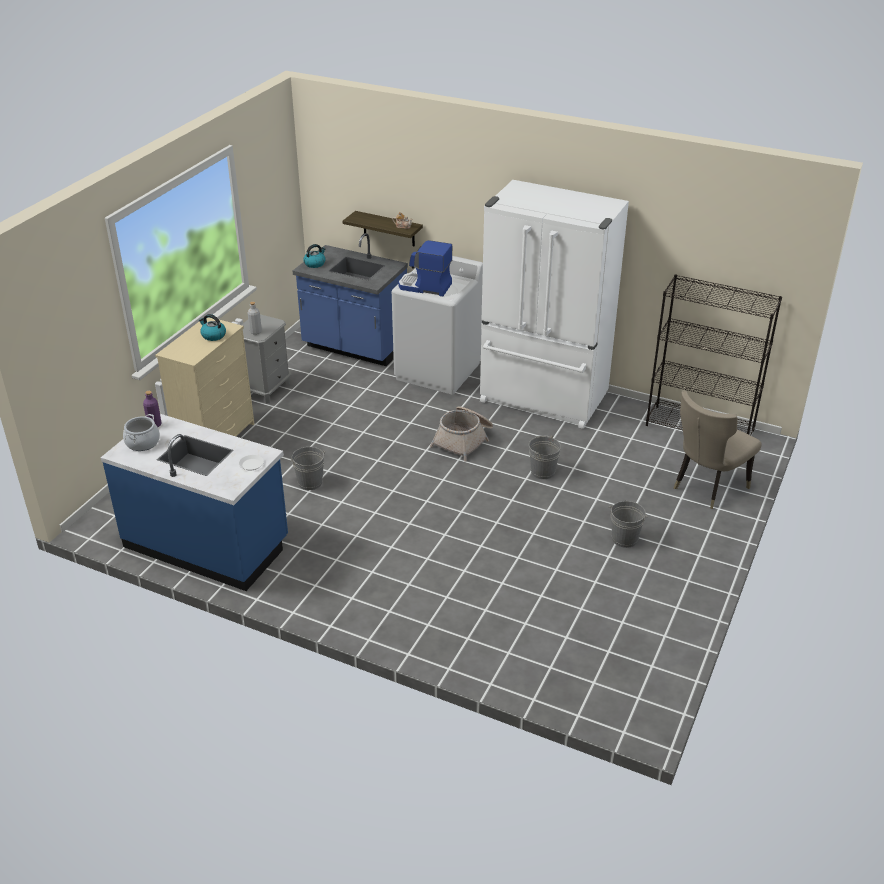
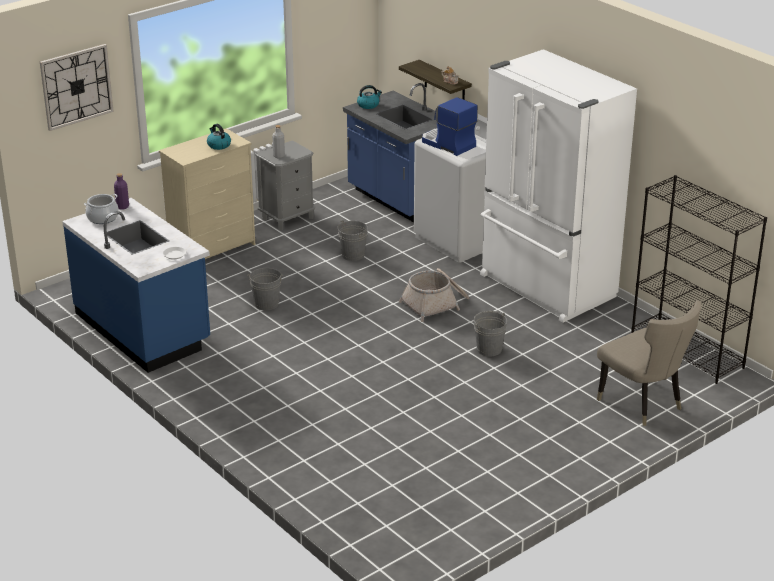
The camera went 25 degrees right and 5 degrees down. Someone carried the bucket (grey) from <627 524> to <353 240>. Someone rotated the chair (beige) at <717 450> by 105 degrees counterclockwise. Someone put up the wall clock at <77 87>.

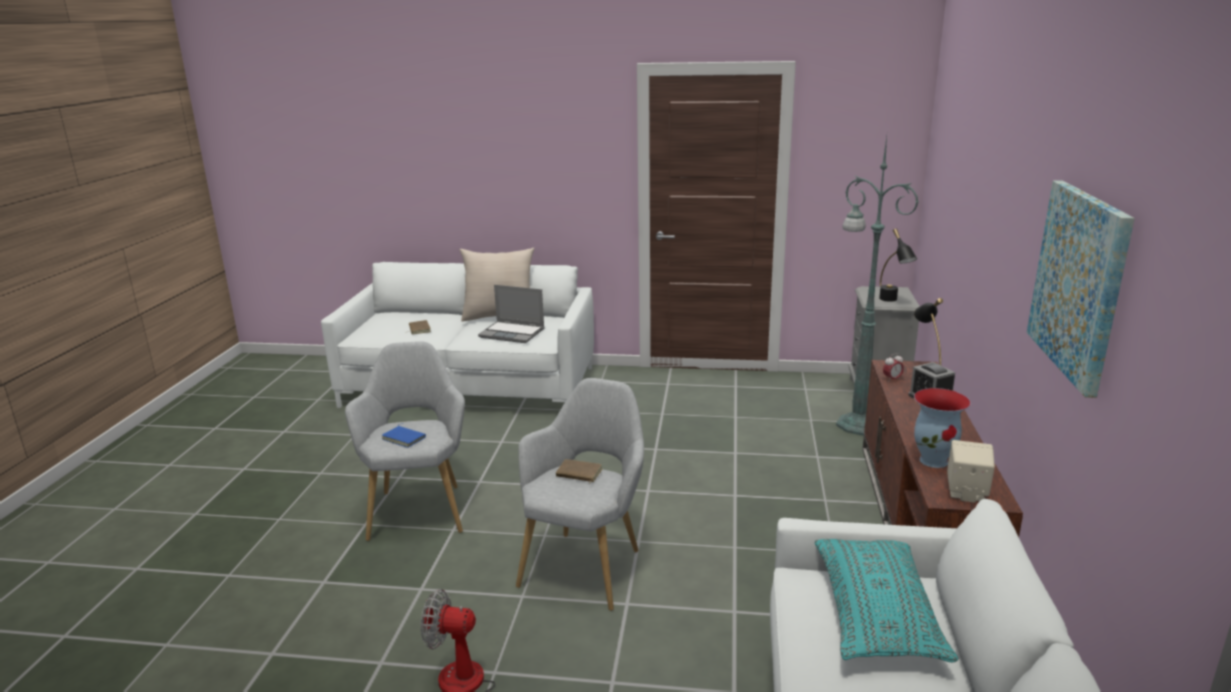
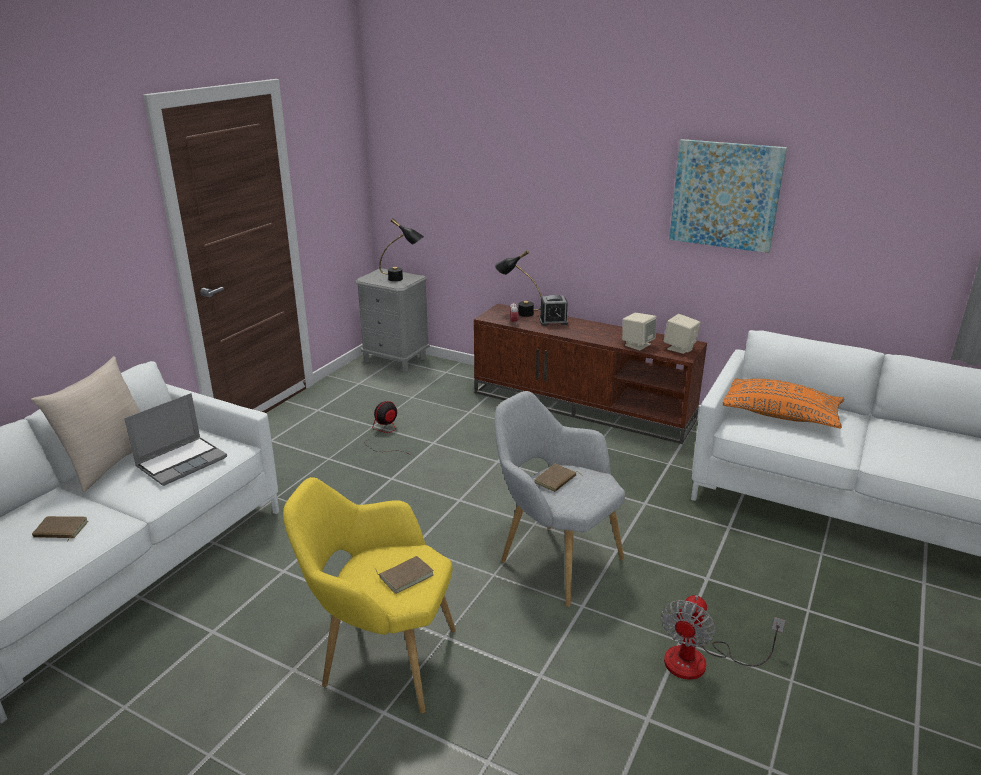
The camera went 70 degrees left and 5 degrees up. Someone repainted the armchair (grey) at <405 441>, which became the armchair (yellow) at <369 595>. Someone repainted the book (blue) at <404 435>, which became the book (brown) at <404 575>. Someone repainted the pillow (turquoise) at <886 600>, which became the pillow (orange) at <783 403>. Someone took away the floor lamp (green) at <877 286>. Someone swapped the vase at <942 428> for the speaker (beige) at <639 332>. Someone put down the fan at <384 426>.

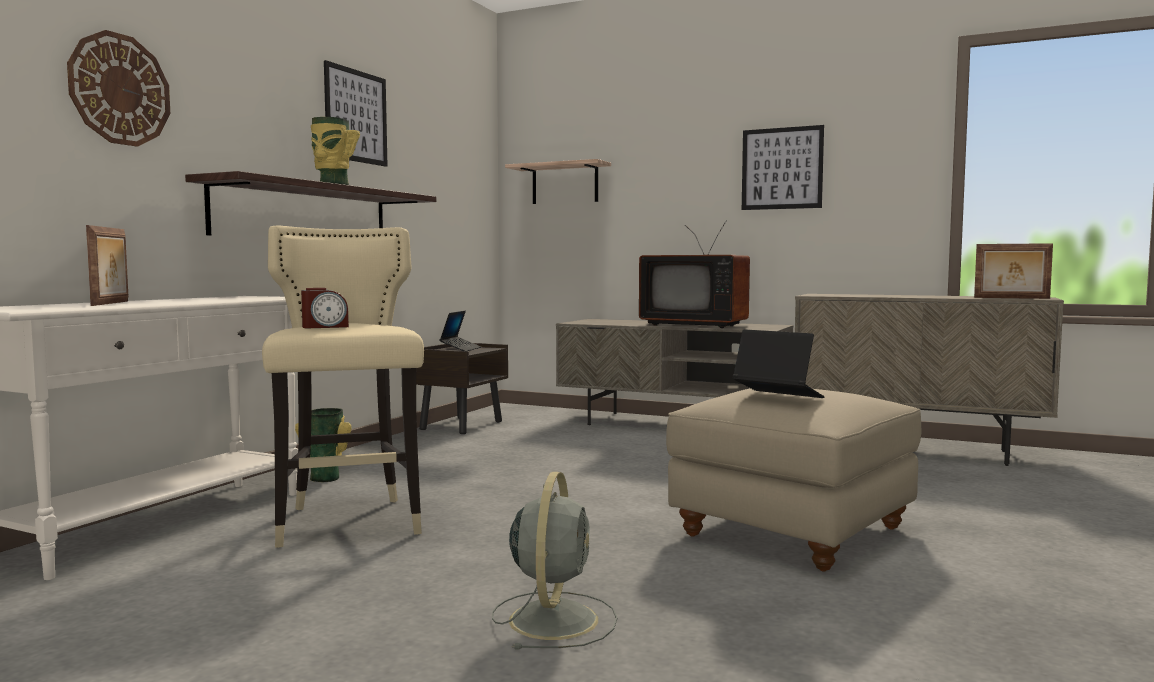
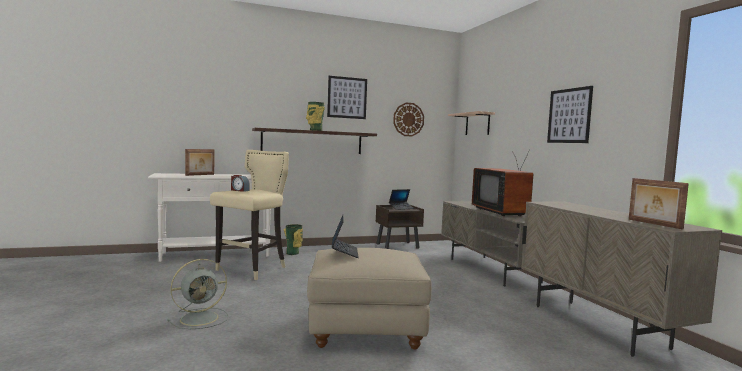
The camera went 45 degrees right and 0 degrees up. Someone carried the wall clock from <118 88> to <408 119>.

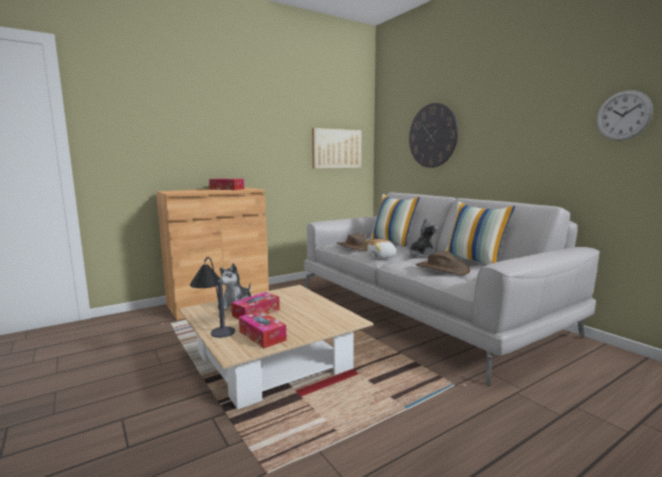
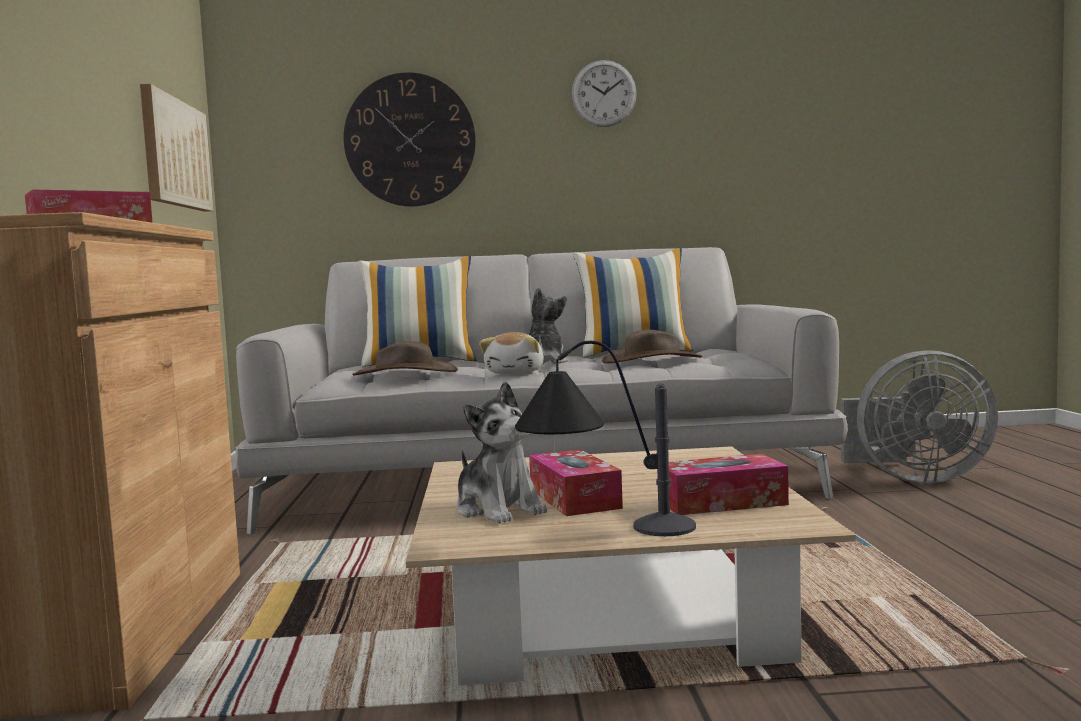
The camera went 60 degrees left and 5 degrees down. Someone carried the wall clock from <625 115> to <604 93>. Someone put down the fan (grey) at <919 416>.

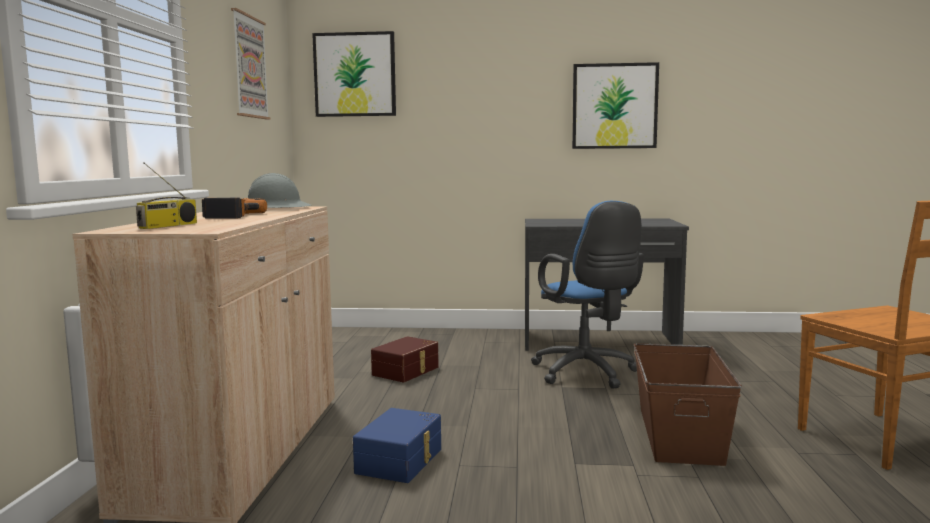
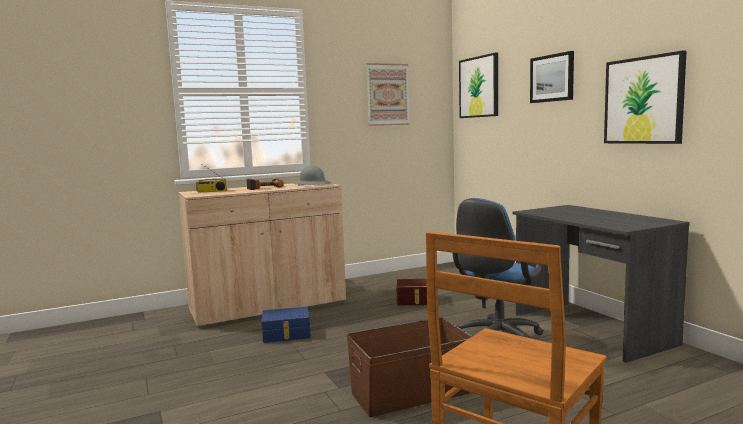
The camera went 60 degrees right and 0 degrees up. Someone put up the picture at <552 77>.

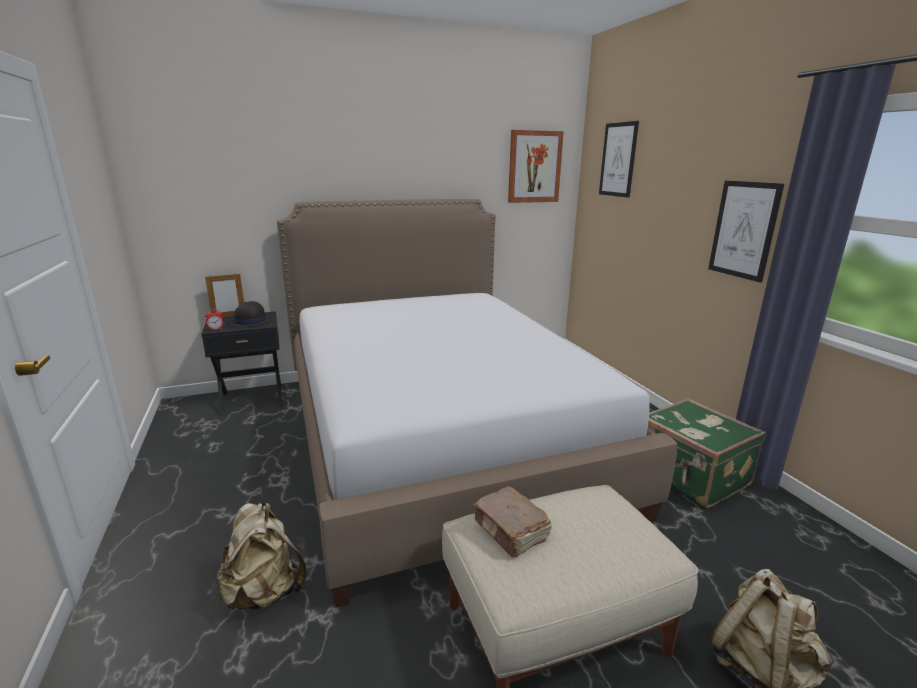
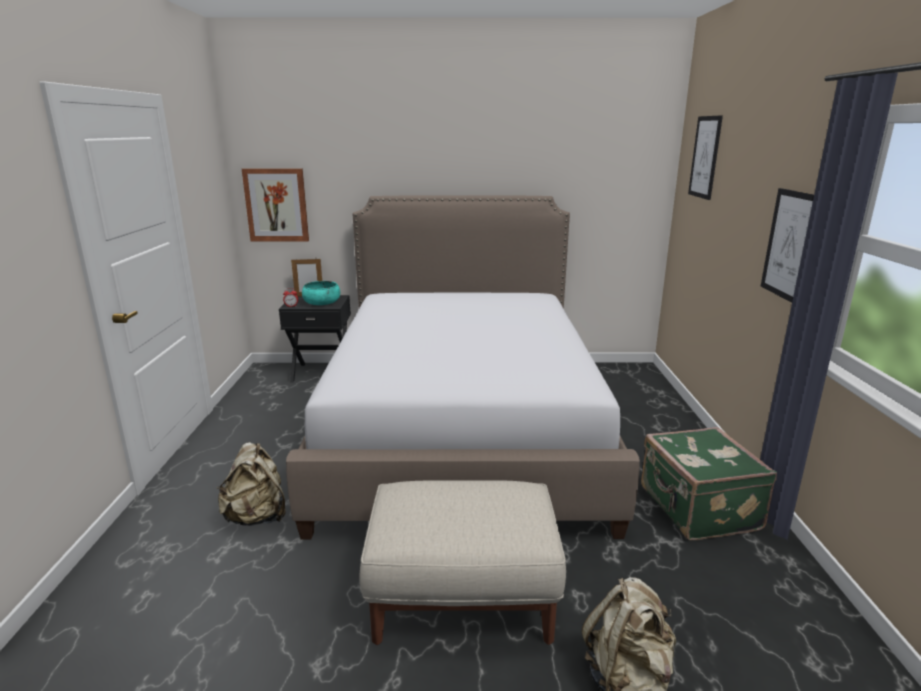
The camera went 20 degrees right and 0 degrees up. Someone swapped the hat (black) at <249 314> for the bowl (turquoise) at <321 293>. Someone took away the book (brown) at <512 521>. Someone carried the picture from <536 166> to <275 205>.

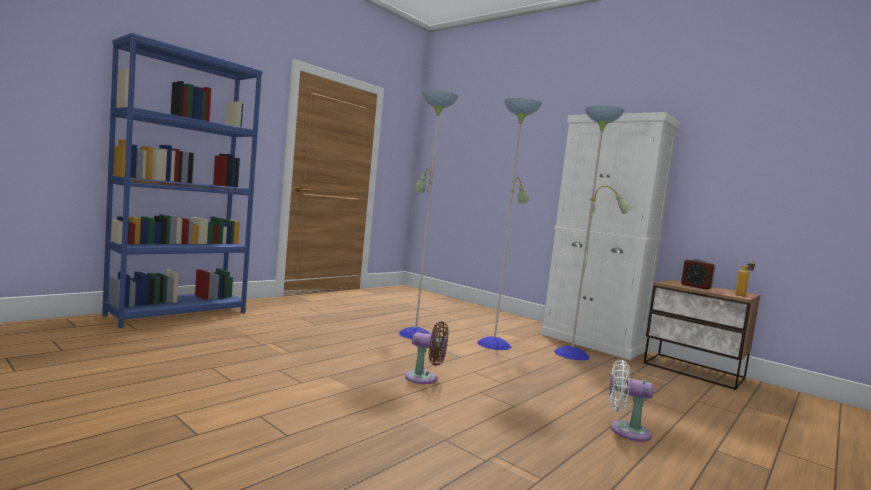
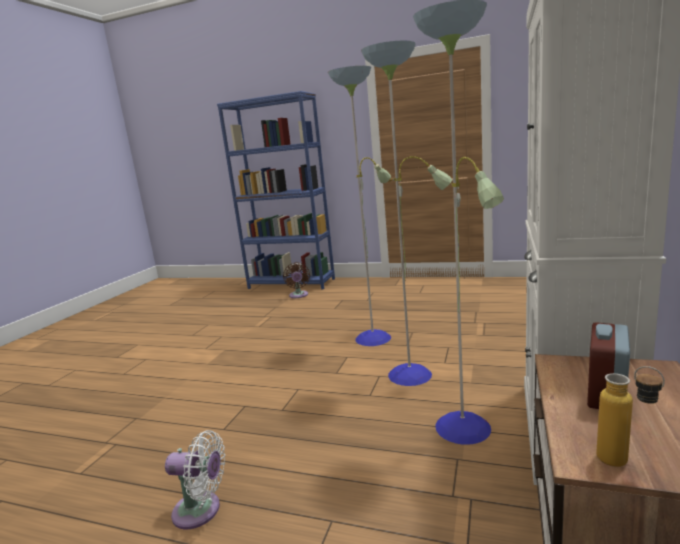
The camera went 70 degrees right and 10 degrees up. Someone carried the fan (brown) from <427 352> to <296 280>. Someone rotated the fan (white) at <631 401> by 105 degrees clockwise.

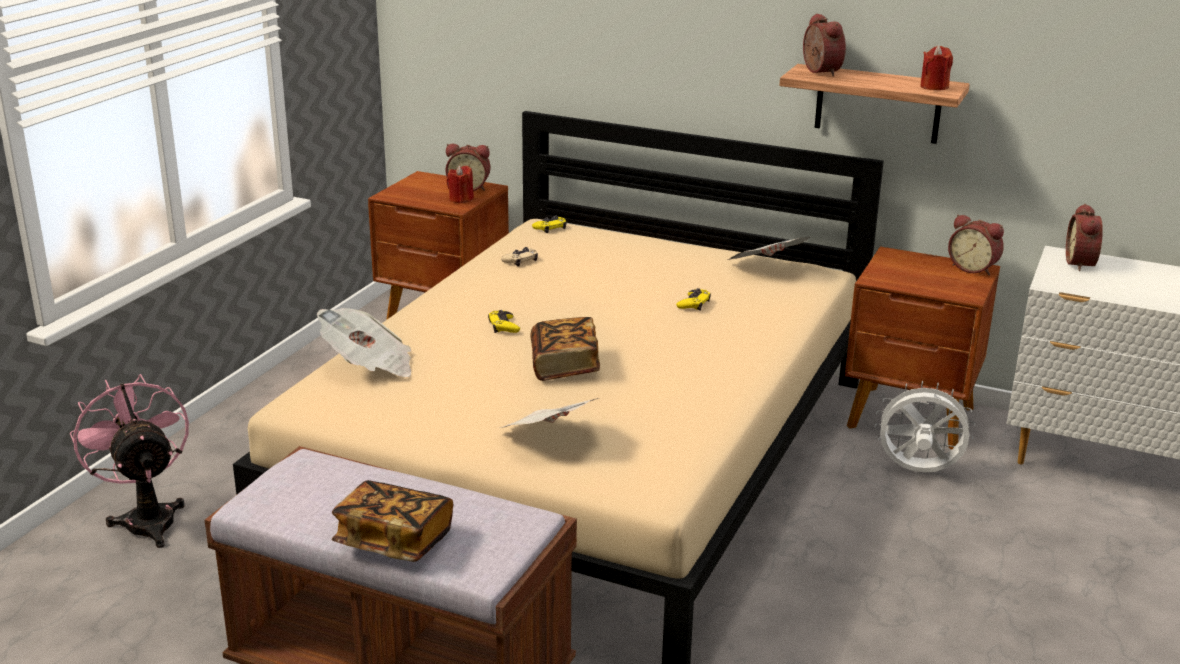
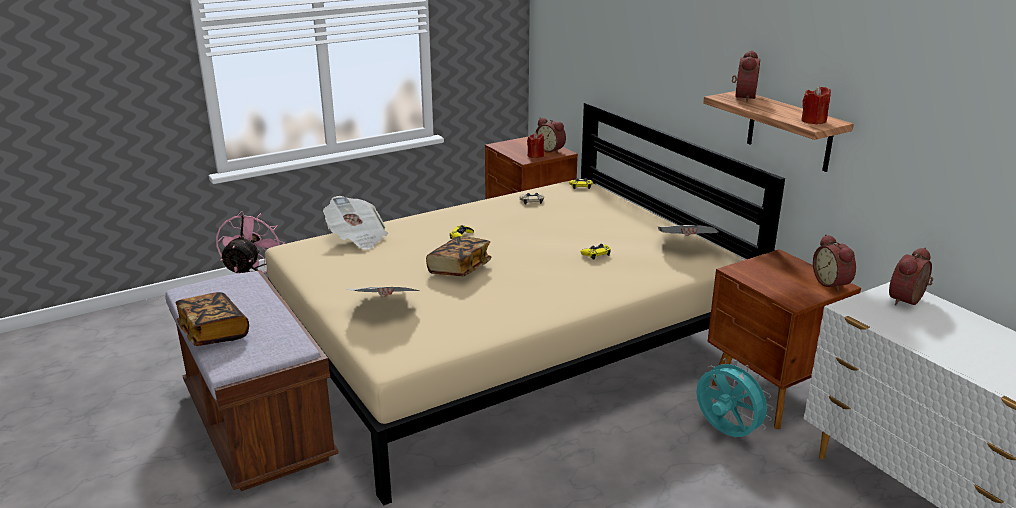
The camera went 35 degrees right and 0 degrees up. Someone repainted the fan (white) at <924 426>, which became the fan (turquoise) at <735 397>.

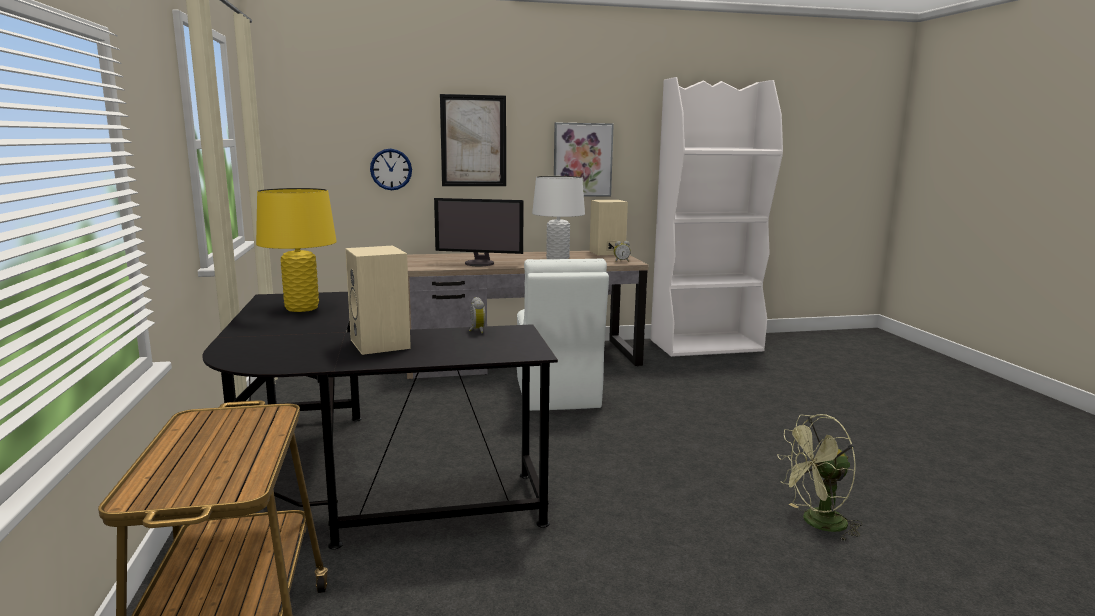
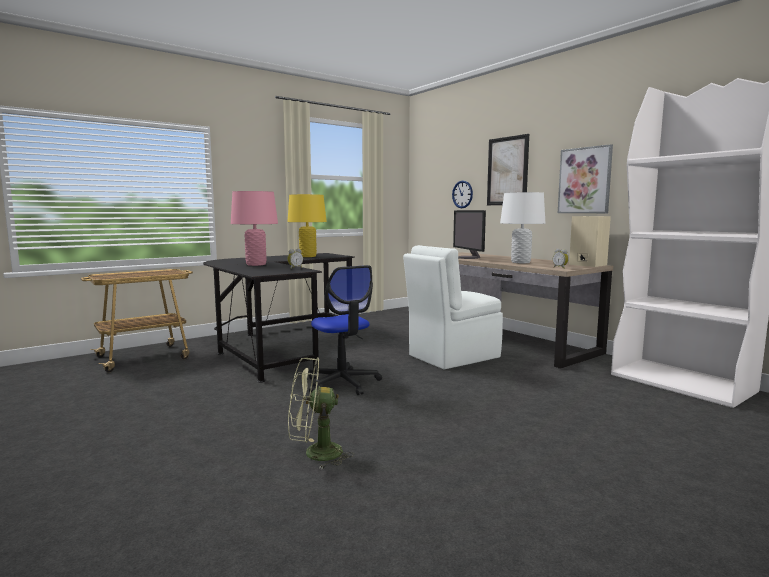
The camera went 65 degrees right and 5 degrees down. Someone swapped the speaker (beige) at <378 300> for the table lamp (pink) at <254 228>. Someone rotated the fan (green) at <820 478> by 60 degrees counterclockwise. Someone put down the office chair at <345 330>.

